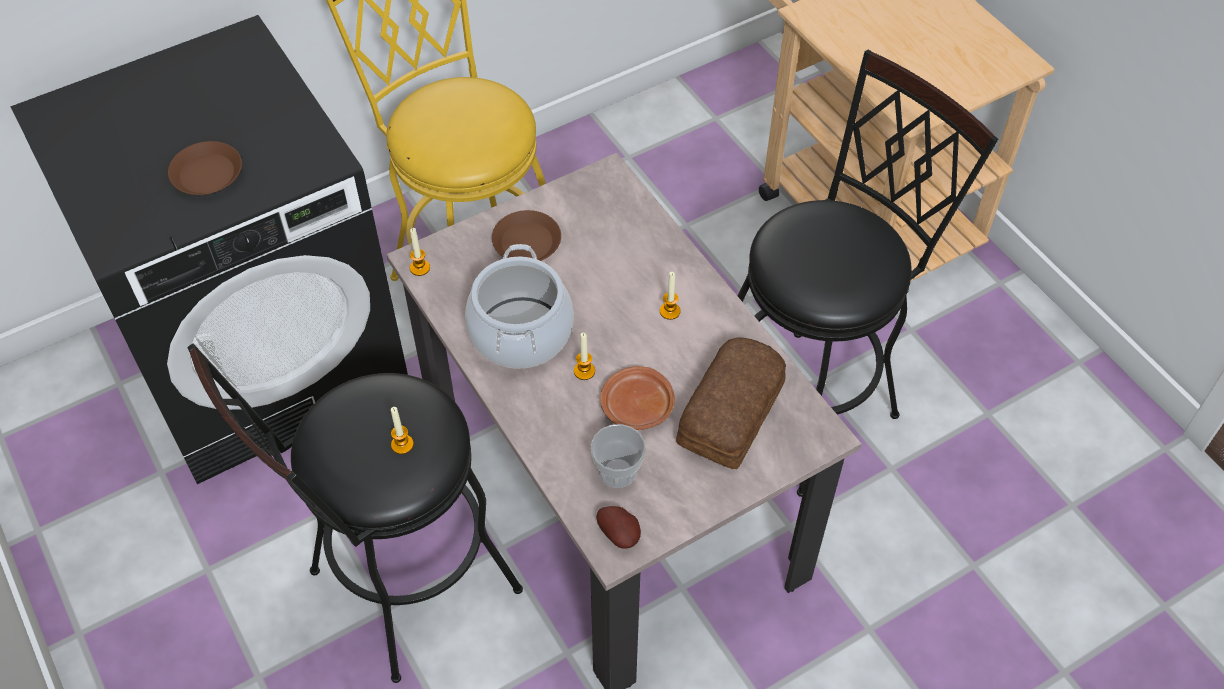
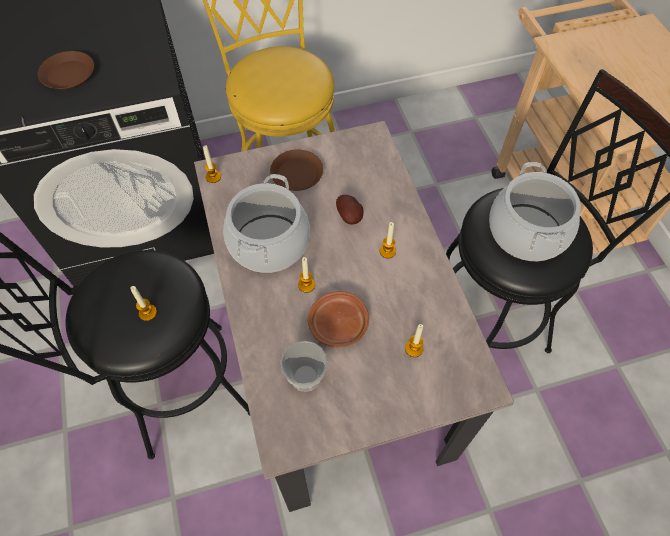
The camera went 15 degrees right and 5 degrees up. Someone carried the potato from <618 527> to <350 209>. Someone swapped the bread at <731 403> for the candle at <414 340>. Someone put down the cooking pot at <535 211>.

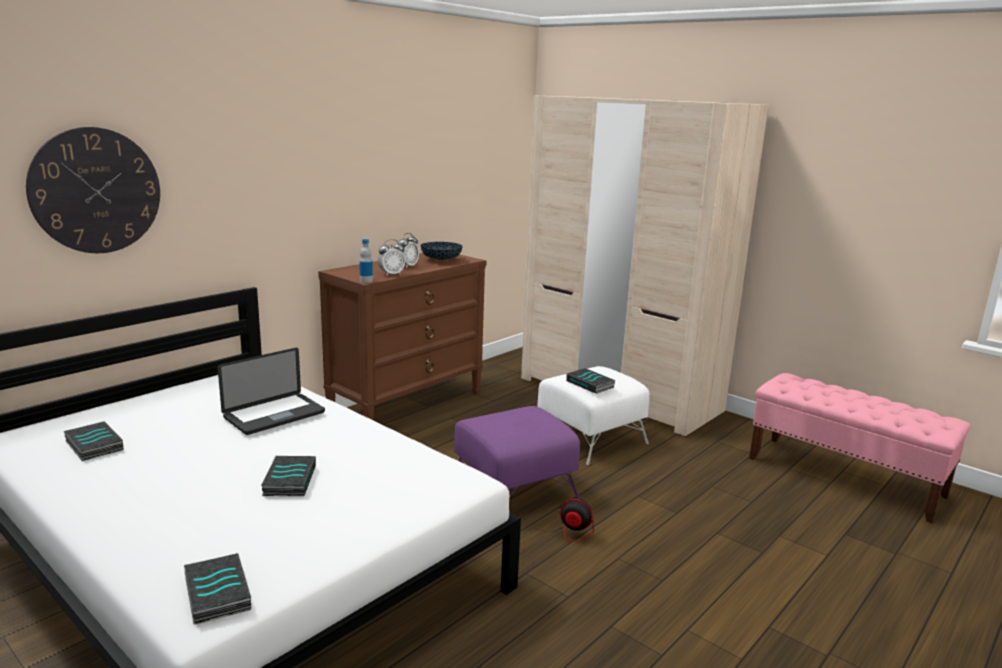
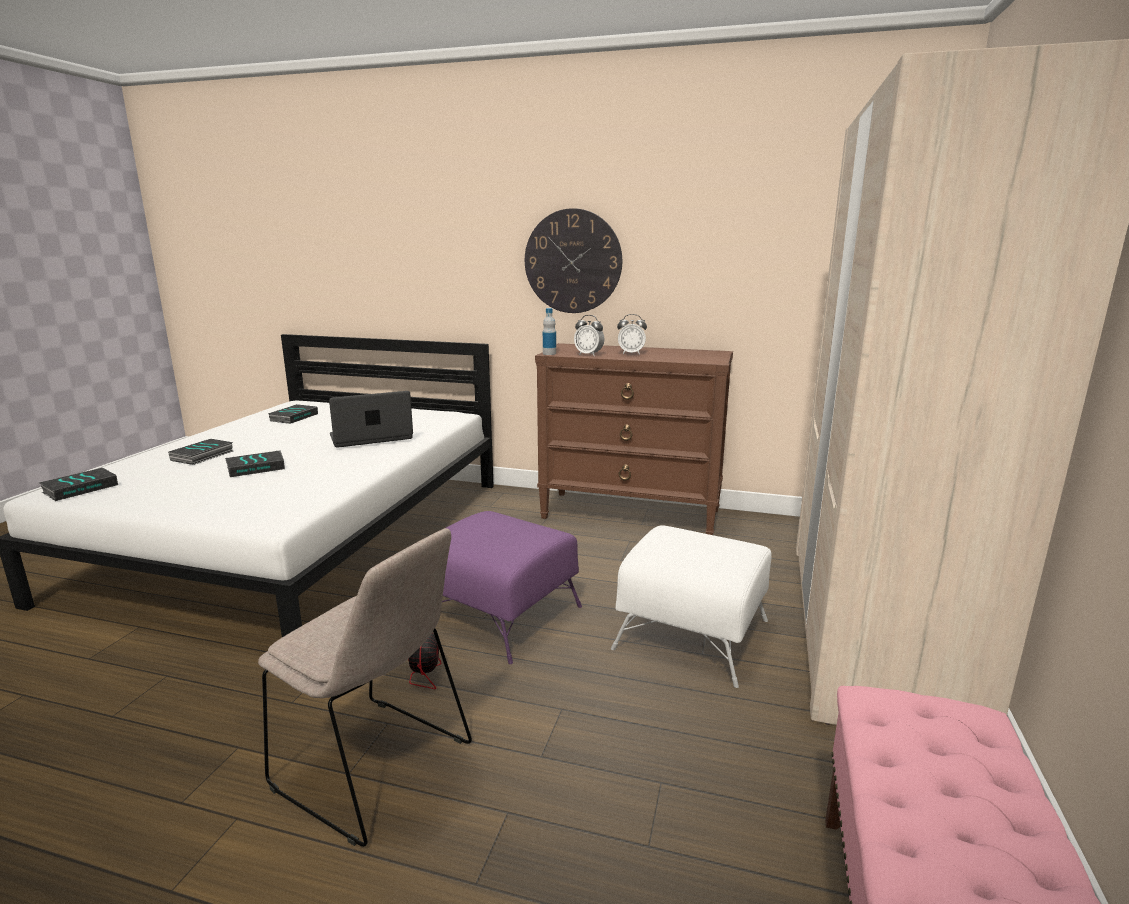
The camera went 65 degrees right and 0 degrees up. Someone carried the wall clock from <93 190> to <573 260>. Someone rotated the laptop at <271 391> by 135 degrees clockwise. Someone took away the bowl at <441 251>. Someone carried the book from <591 381> to <200 452>. Someone put down the chair (beige) at <365 687>.

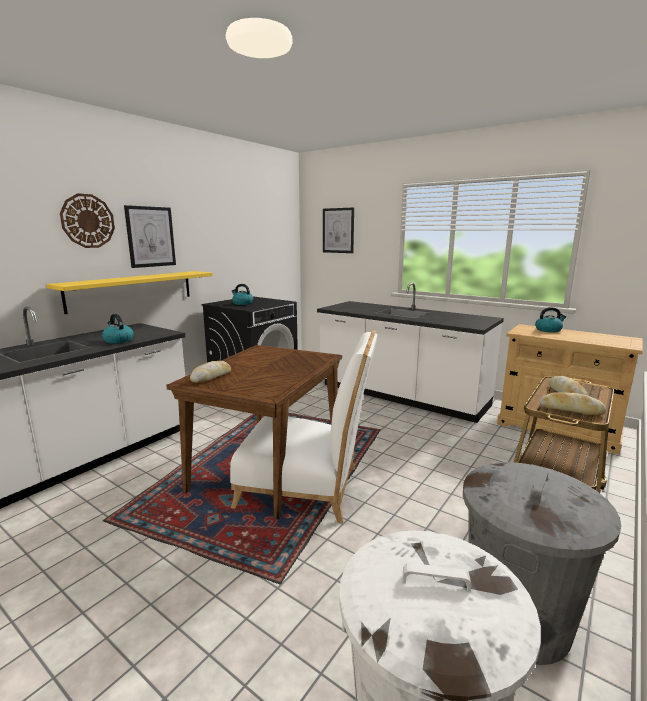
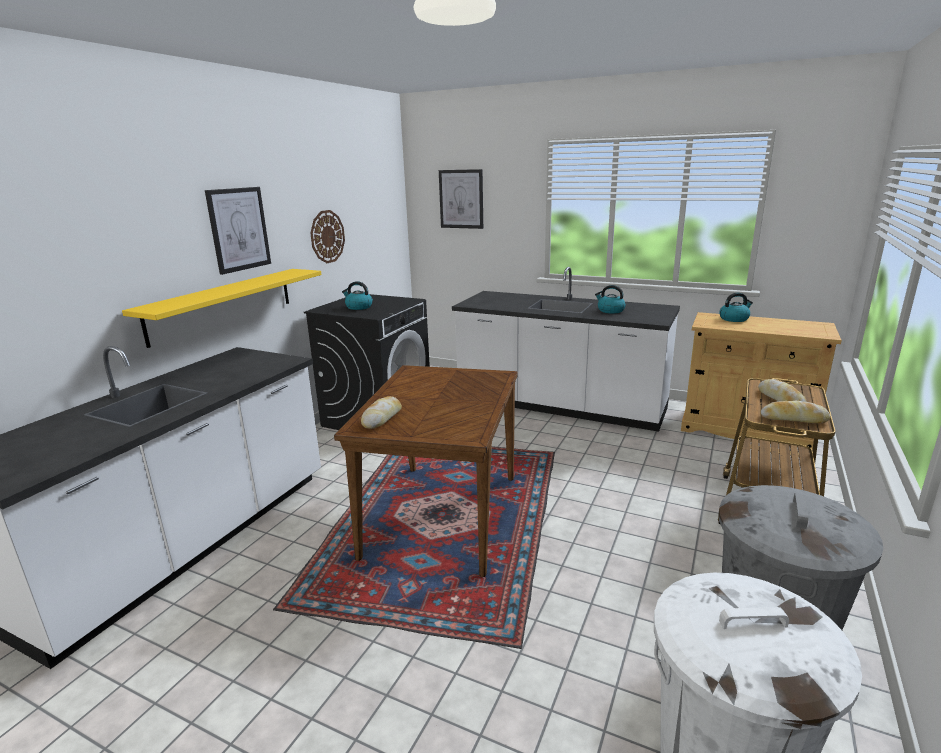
The camera went 10 degrees left and 5 degrees up. Someone carried the wall clock from <87 220> to <327 236>. Someone carried the kettle from <118 329> to <610 299>. Someone took away the chair (white) at <303 426>.

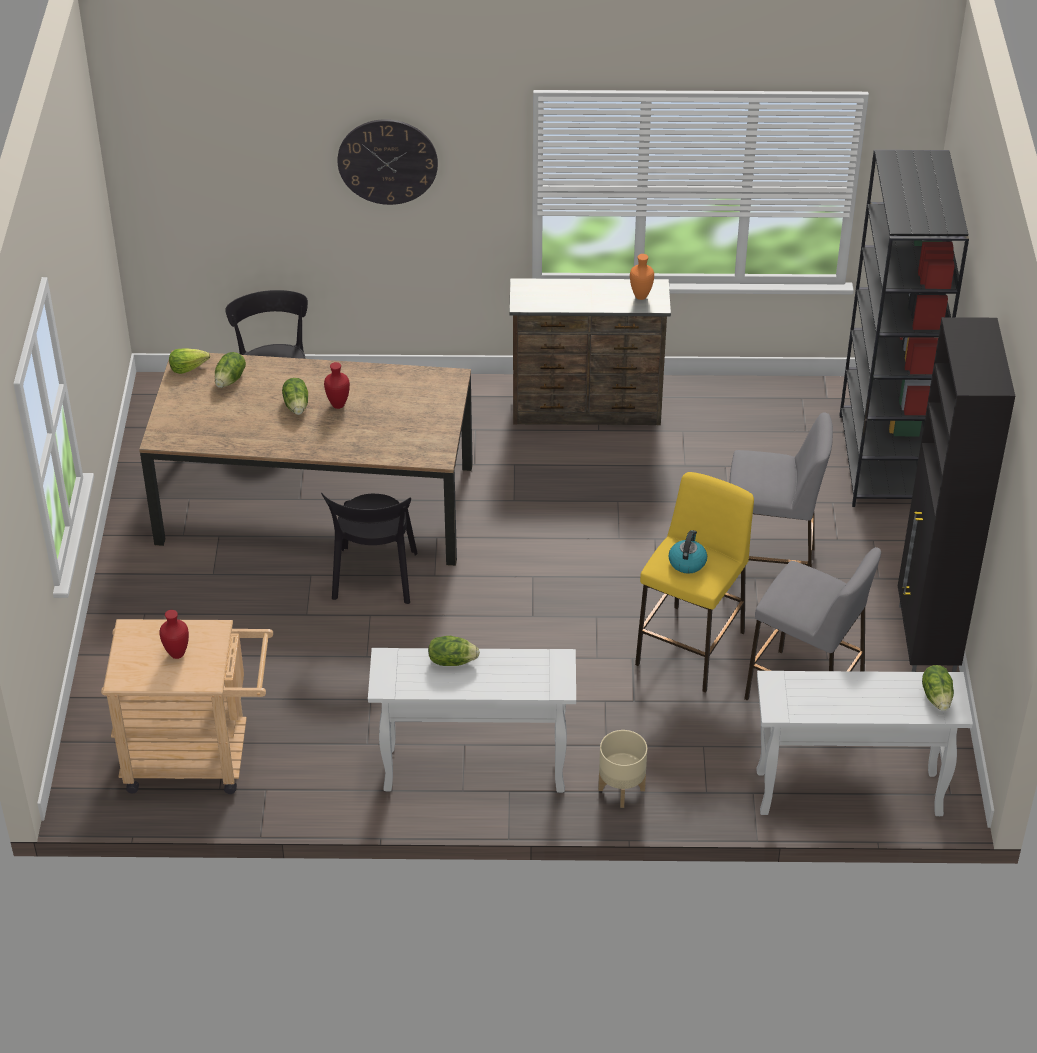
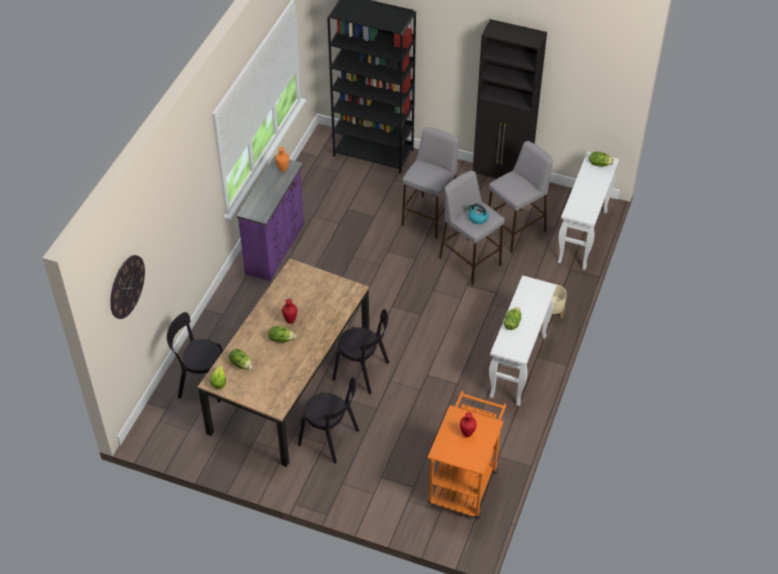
The camera went 70 degrees left and 5 degrees up. Someone repainted the cart (beige) at <187 706>, which became the cart (orange) at <466 455>. Someone carried the wall clock from <387 162> to <127 287>. Someone repainted the dresser (brown) at <590 351>, which became the dresser (purple) at <270 218>. Someone repainted the stool (yellow) at <694 582>, which became the stool (grey) at <472 227>. Someone put down the chair (black) at <328 420>.

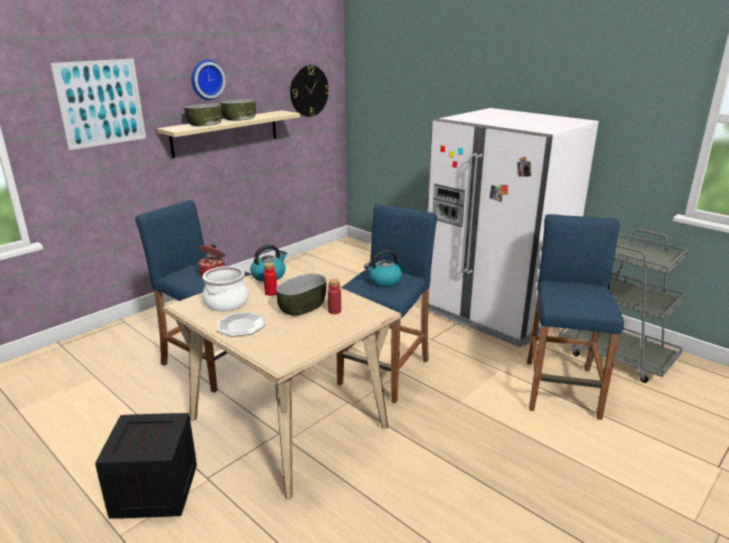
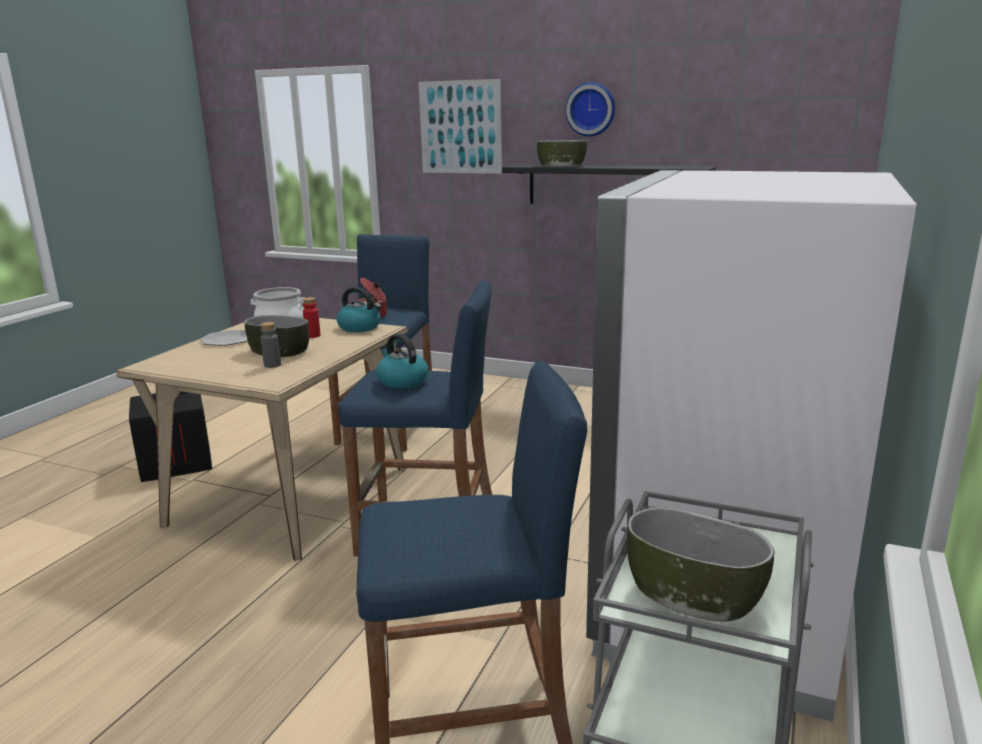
The camera went 70 degrees right and 5 degrees down. Someone repainted the shelf (beige) at <228 134>, which became the shelf (black) at <609 184>. Someone carried the bowl from <238 110> to <701 564>. Someone took away the wall clock at <310 91>. Someone repainted the bottle (red) at <334 296>, which became the bottle (grey) at <271 345>.

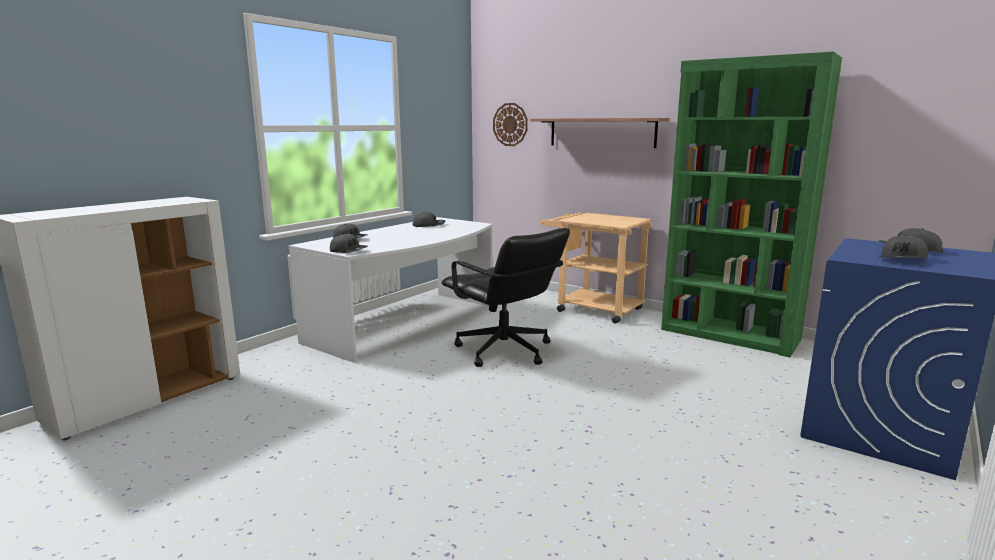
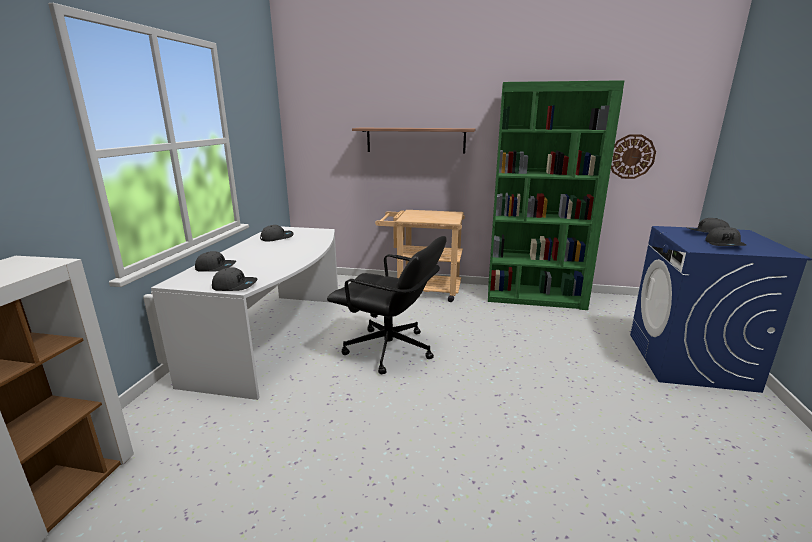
The camera went 25 degrees left and 5 degrees up. Someone carried the wall clock from <510 124> to <633 156>.

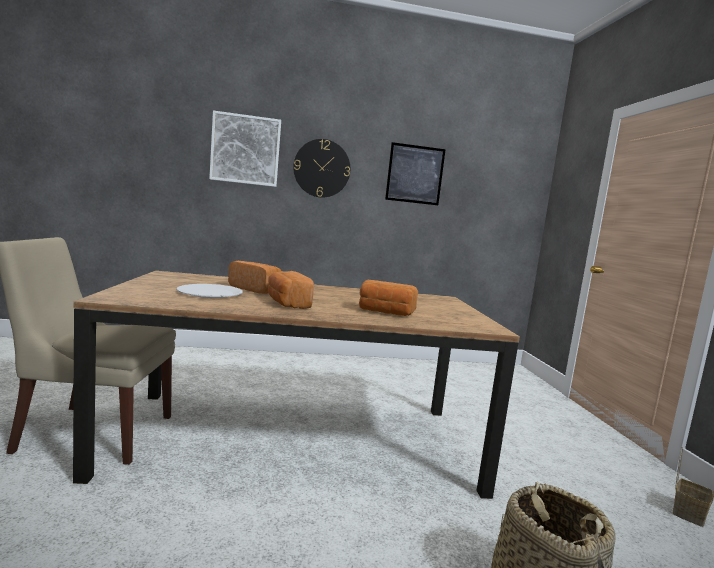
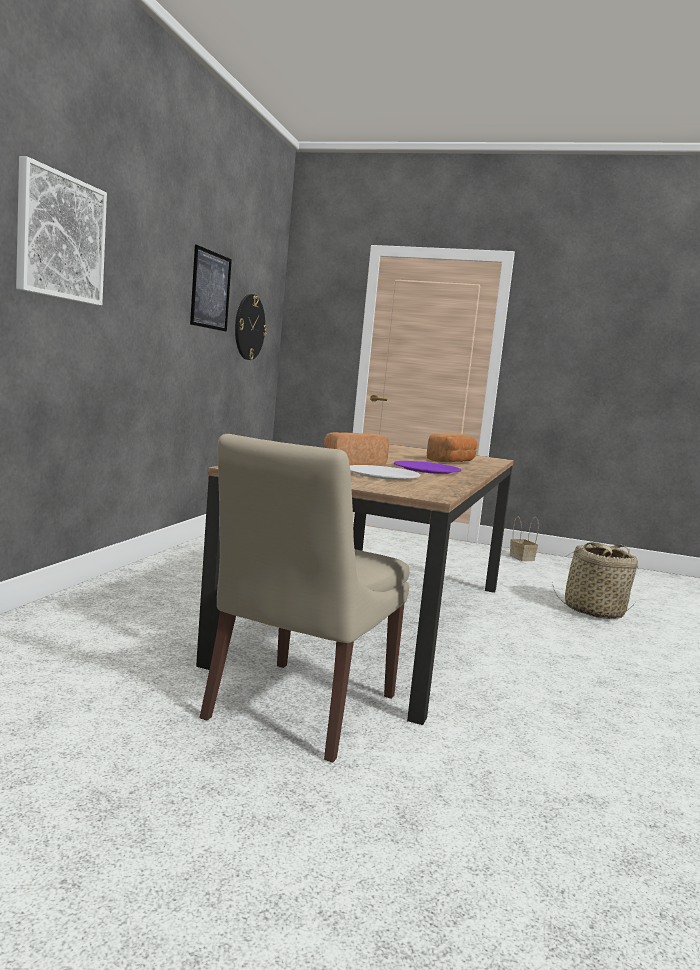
The camera went 65 degrees left and 0 degrees up. Someone swapped the bread at <291 290> for the plate (purple) at <427 467>. Someone carried the wall clock from <321 168> to <251 327>.

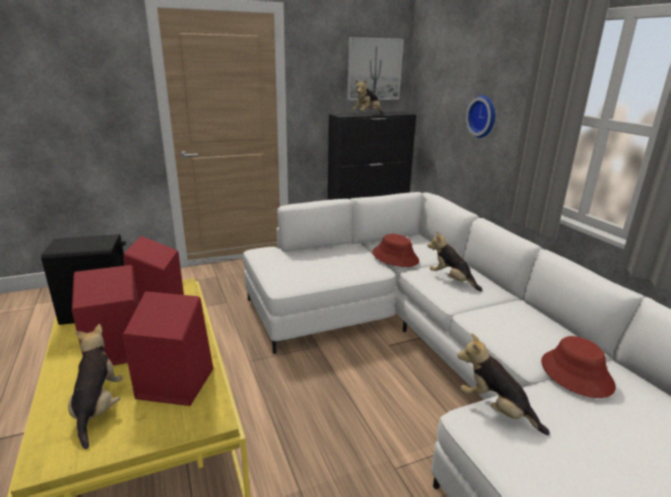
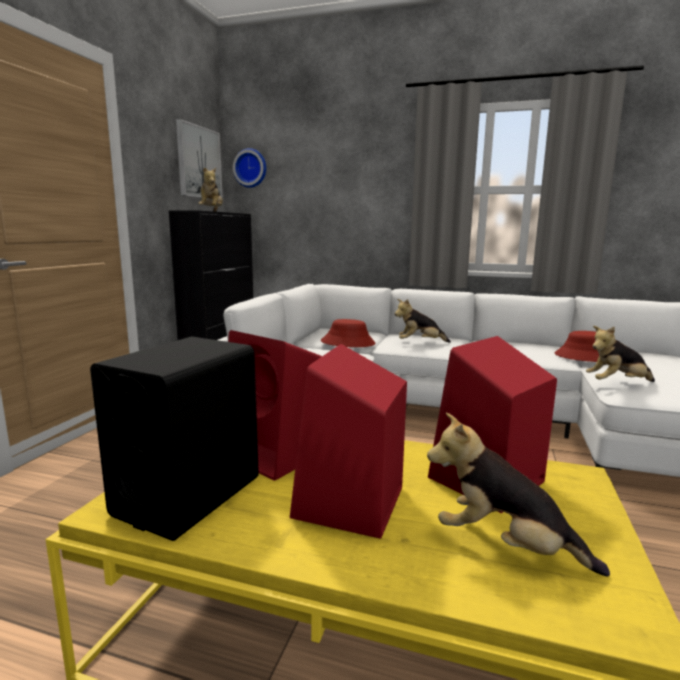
The camera went 50 degrees left and 10 degrees down. Someone carried the wall clock from <480 116> to <249 168>.

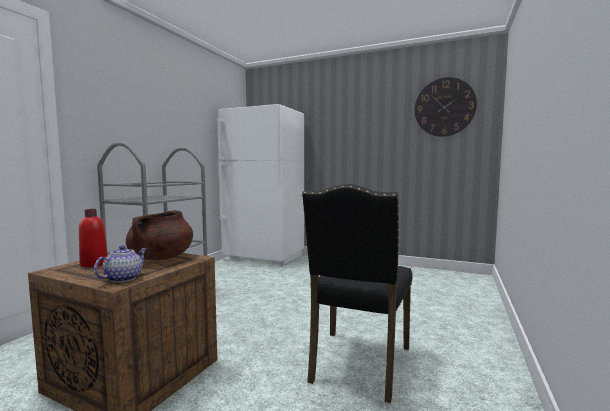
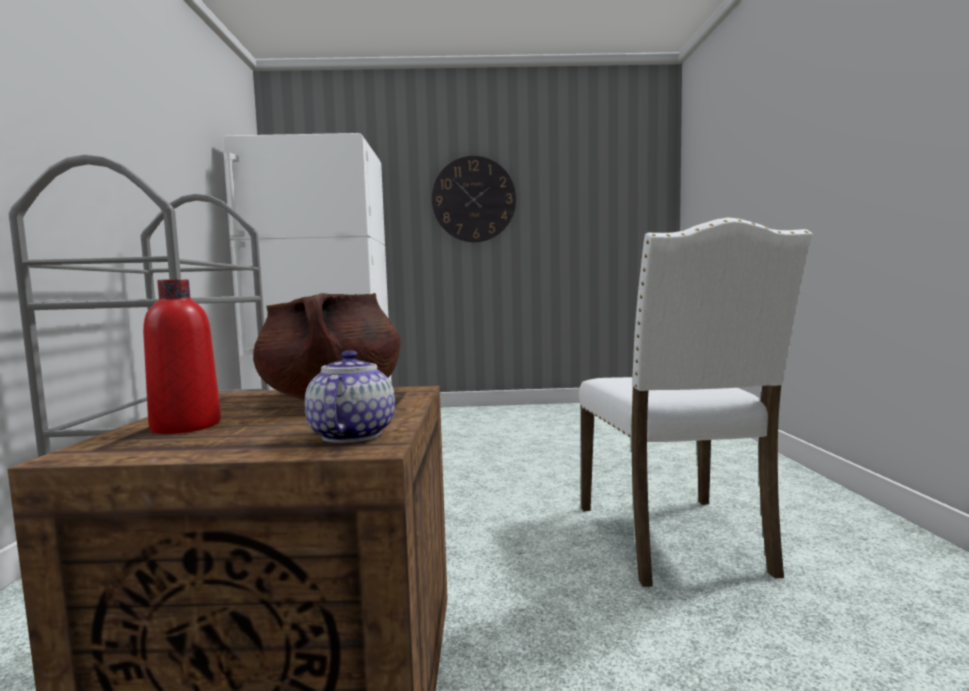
The camera went 25 degrees left and 0 degrees up. Someone repainted the chair (black) at <357 293>, which became the chair (white) at <696 402>. Someone carried the wall clock from <445 107> to <474 199>.

